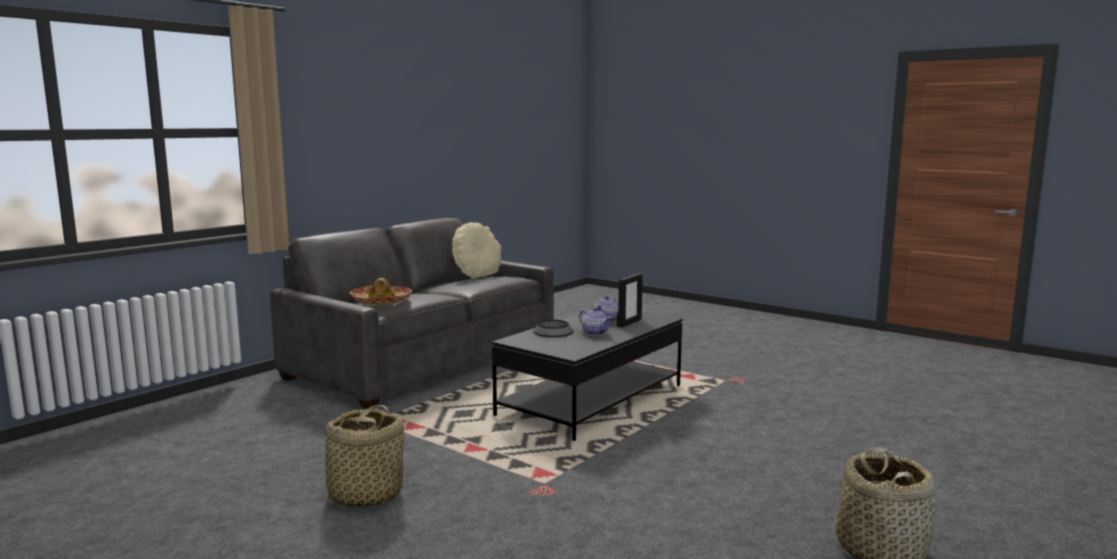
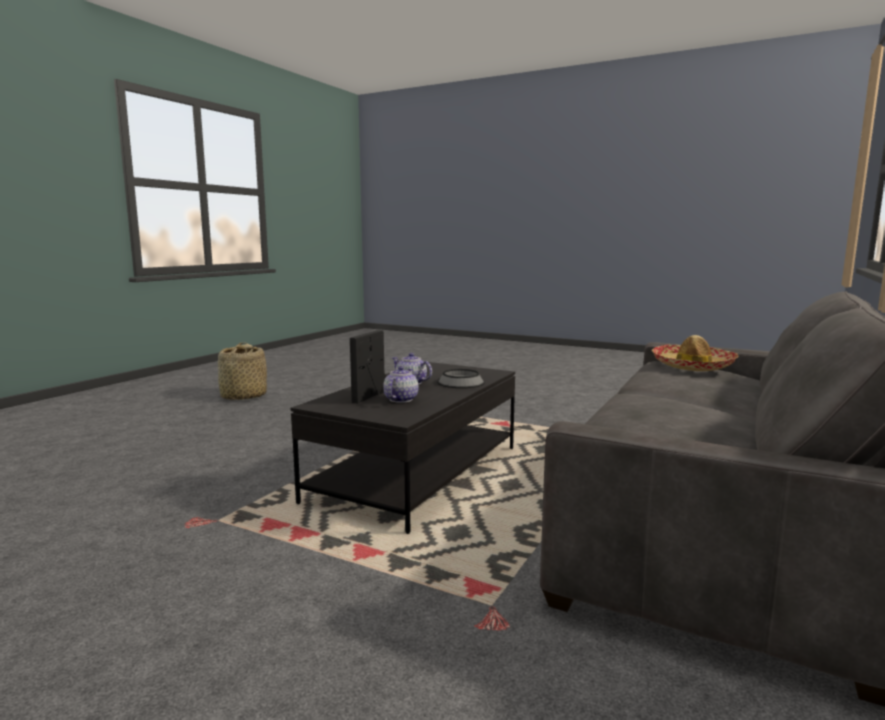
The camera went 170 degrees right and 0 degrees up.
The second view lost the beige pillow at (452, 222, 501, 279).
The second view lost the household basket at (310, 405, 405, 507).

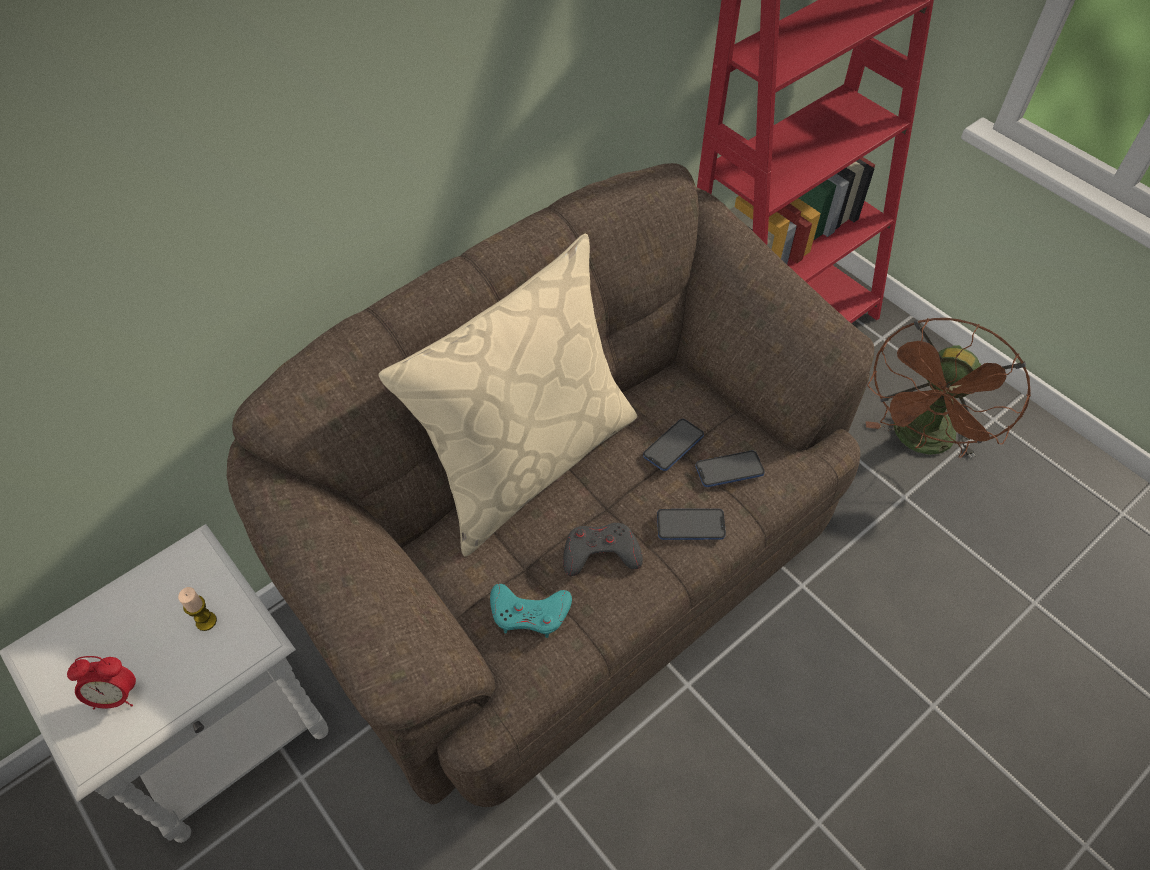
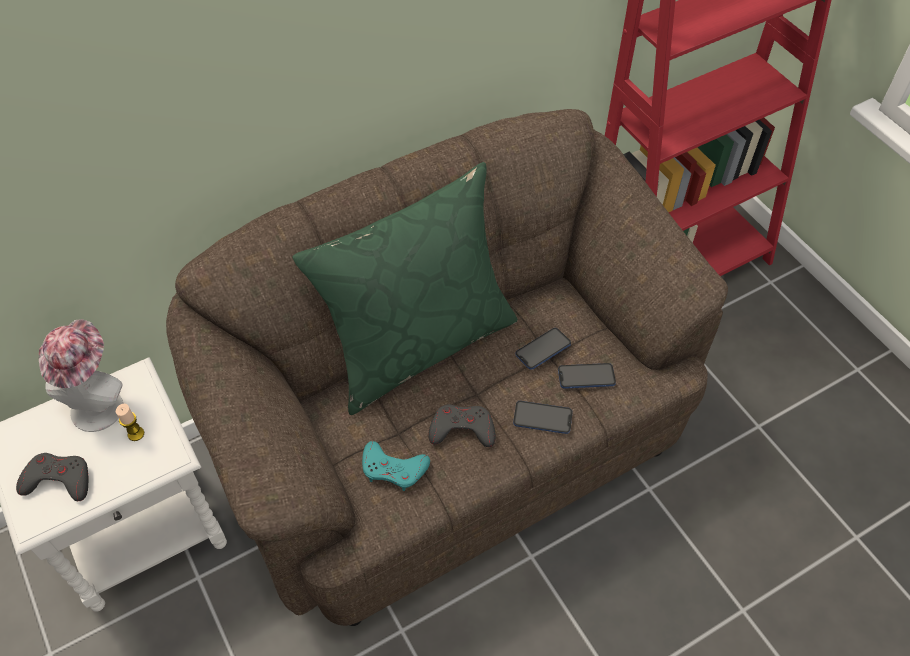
The camera went 10 degrees right and 0 degrees up.
What was the beige pillow at (378, 233, 637, 557) turned into the green pillow at (292, 162, 518, 415).
The second view lost the brown electric fan at (866, 318, 1031, 458).
Where the bedside clock stood at (67, 656, 136, 710), the greyish gamepad came to stand at (16, 453, 88, 501).
The second view gained the hat at (39, 319, 123, 432).

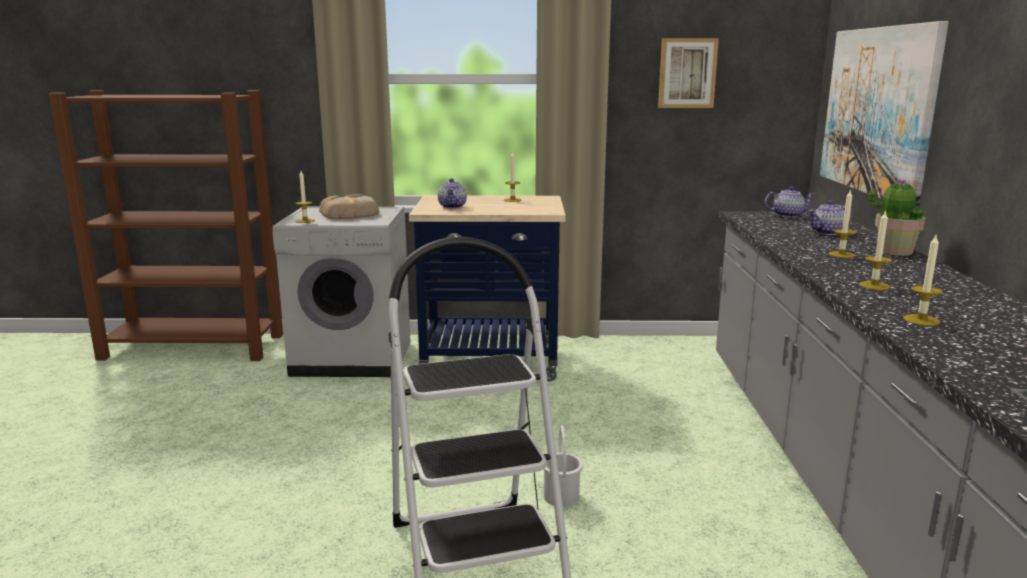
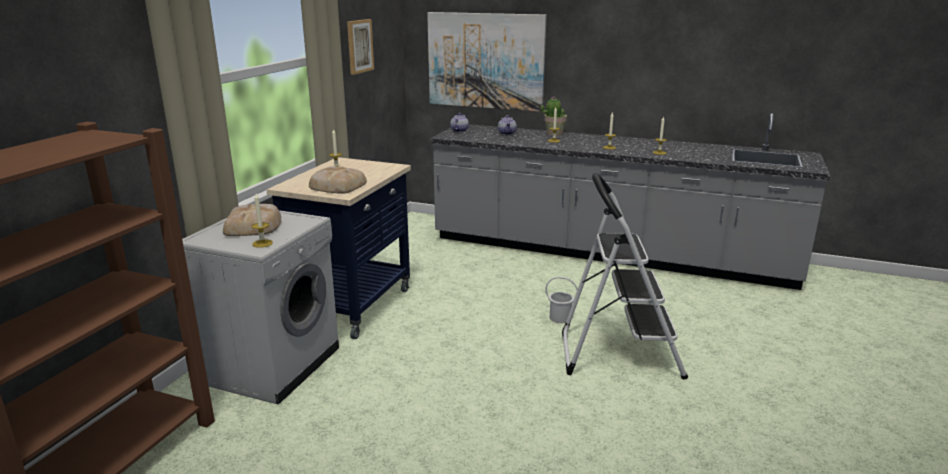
The camera went 70 degrees left and 5 degrees up.
Where the tea pot stood at (438, 178, 467, 208), the baked bread came to stand at (309, 166, 367, 194).

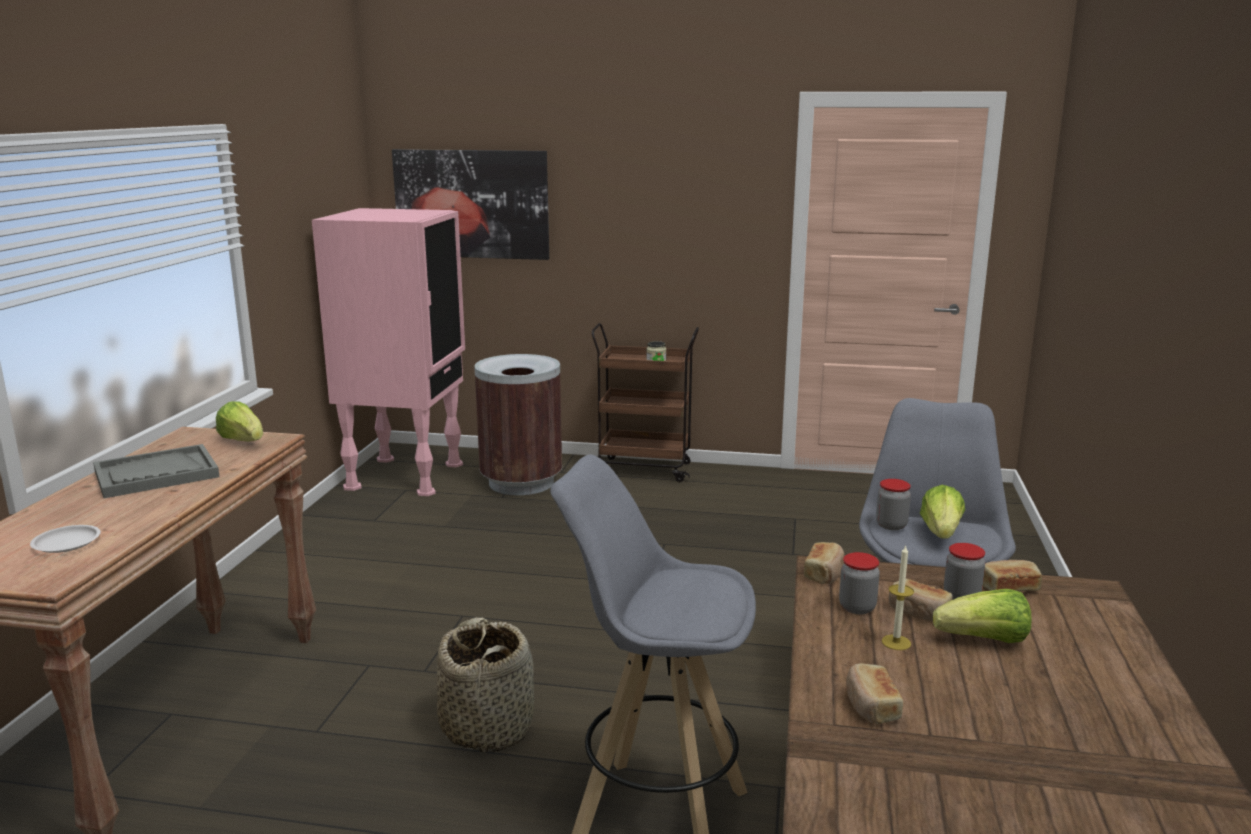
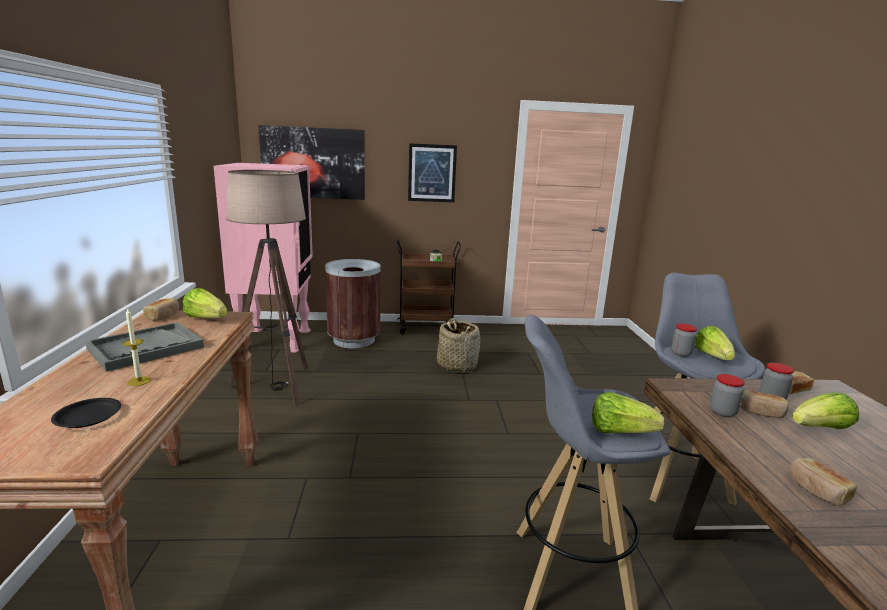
The camera went 15 degrees left and 0 degrees up.
What was the white flat dish at (30, 525, 101, 553) turned into the black flat dish at (51, 398, 121, 428).
The baked bread ended up elsewhere, having gone from (804, 542, 844, 584) to (143, 298, 179, 321).
The wax candle ended up elsewhere, having gone from (881, 544, 914, 650) to (123, 307, 151, 386).
The household basket ended up elsewhere, having gone from (437, 618, 534, 753) to (437, 318, 480, 373).
The second view gained the wall picture at (408, 143, 457, 202).
The second view gained the standard lamp at (226, 170, 308, 406).
The second view gained the lettuce head at (592, 392, 664, 433).

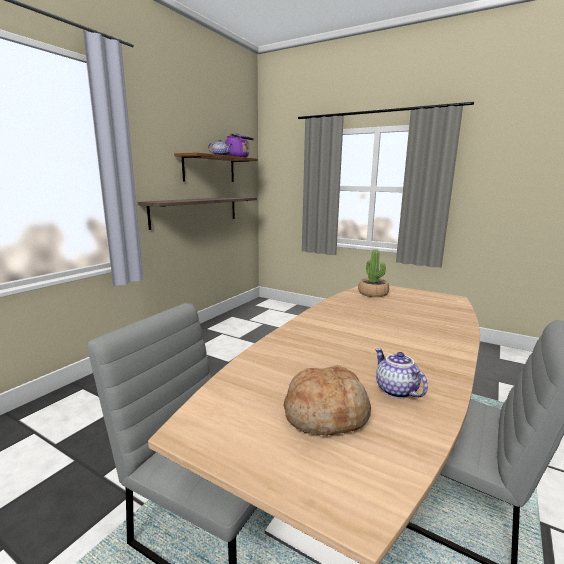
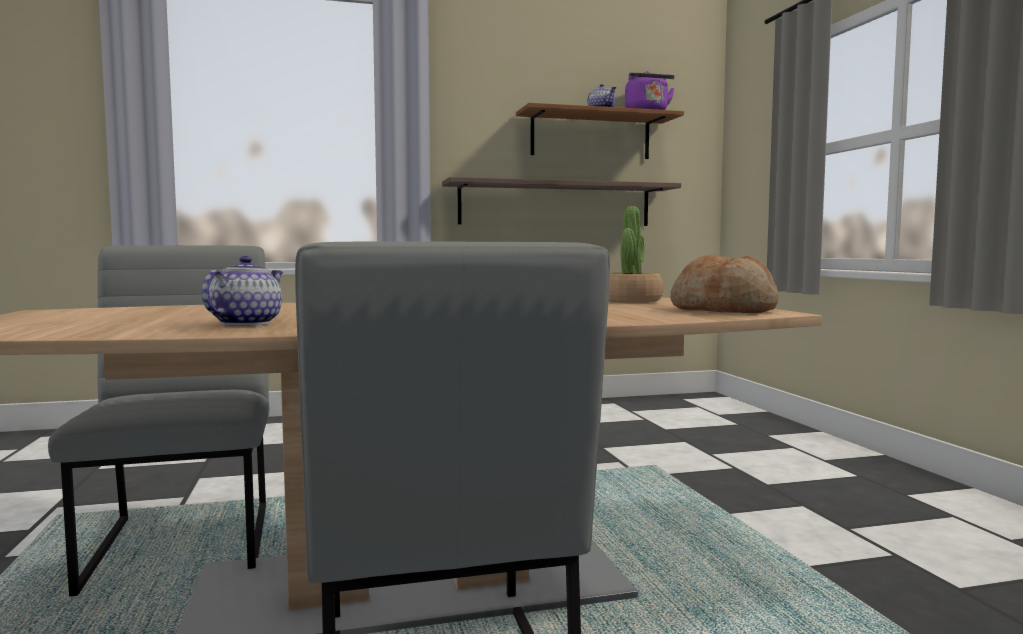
The camera went 45 degrees right and 10 degrees down.
The baked bread ended up elsewhere, having gone from (283, 365, 371, 436) to (671, 255, 779, 313).

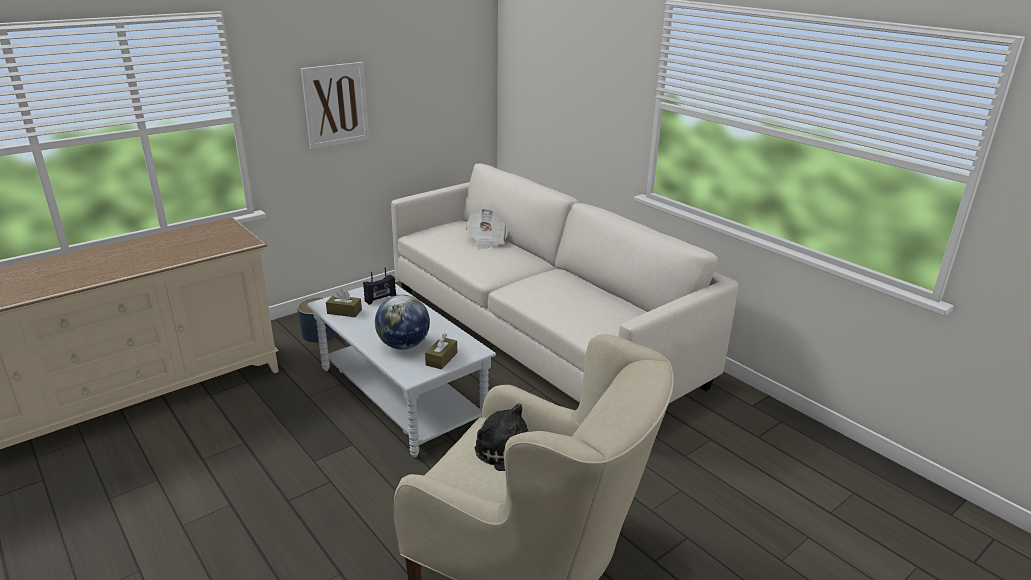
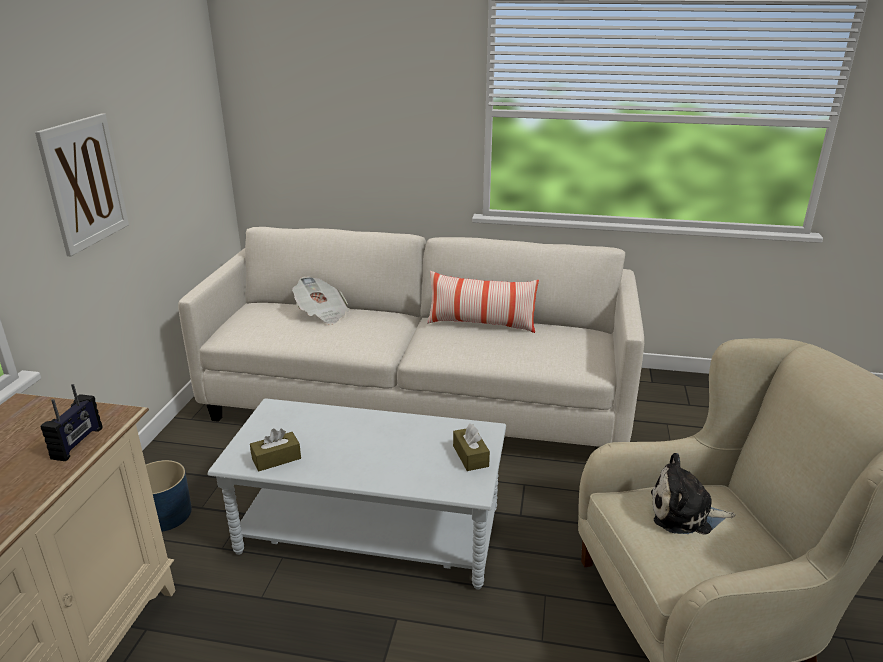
The camera went 40 degrees left and 0 degrees up.
The radio receiver ended up elsewhere, having gone from (363, 268, 396, 305) to (40, 384, 103, 461).
The second view lost the world globe at (375, 295, 430, 350).
The second view gained the pillow at (427, 271, 539, 333).

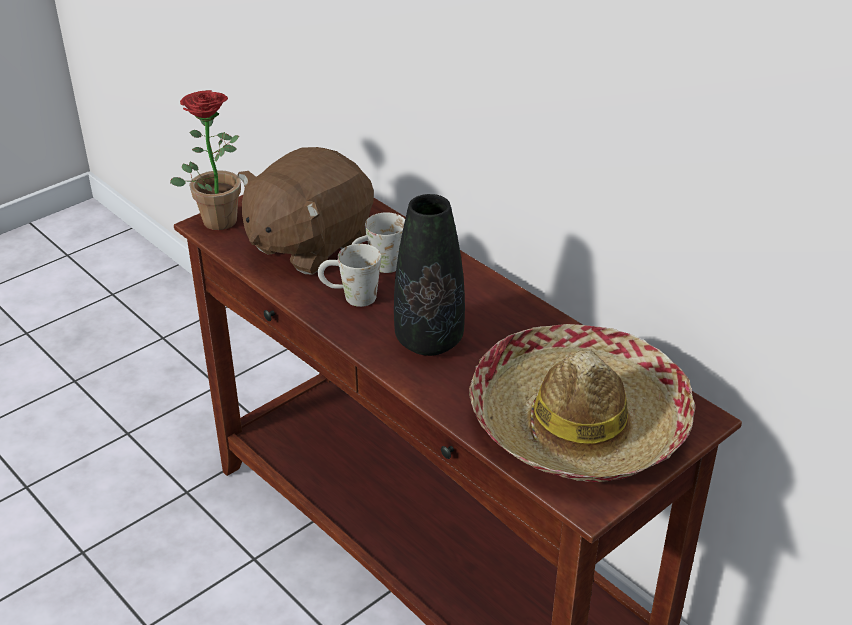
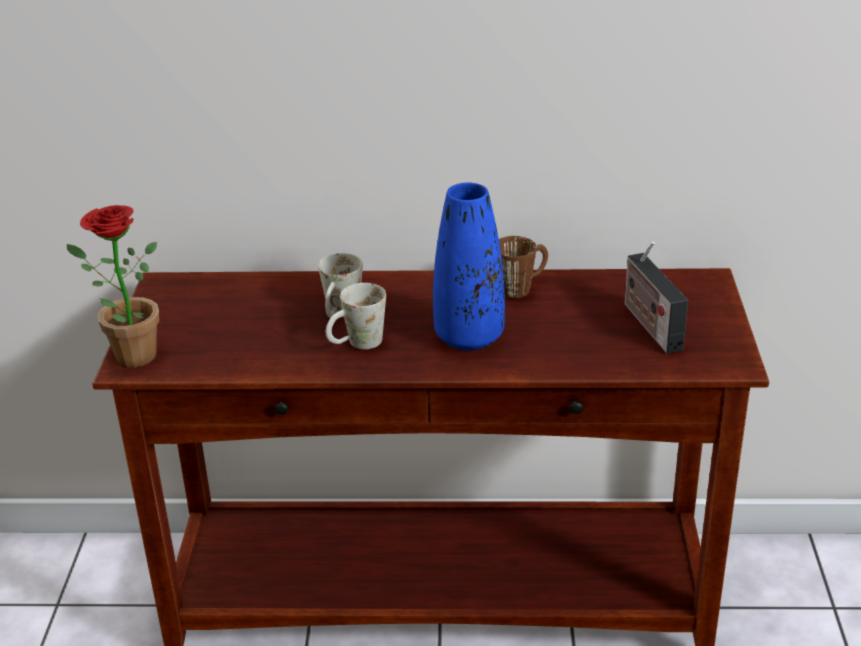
The camera went 45 degrees left and 5 degrees down.
The second view lost the brown plush toy at (238, 147, 374, 274).
What was the black flower vase at (394, 194, 465, 356) turned into the blue flower vase at (433, 183, 505, 351).
Where the hat stood at (469, 324, 695, 482), the radio receiver came to stand at (625, 242, 688, 354).
The second view gained the brown mug at (499, 236, 548, 299).

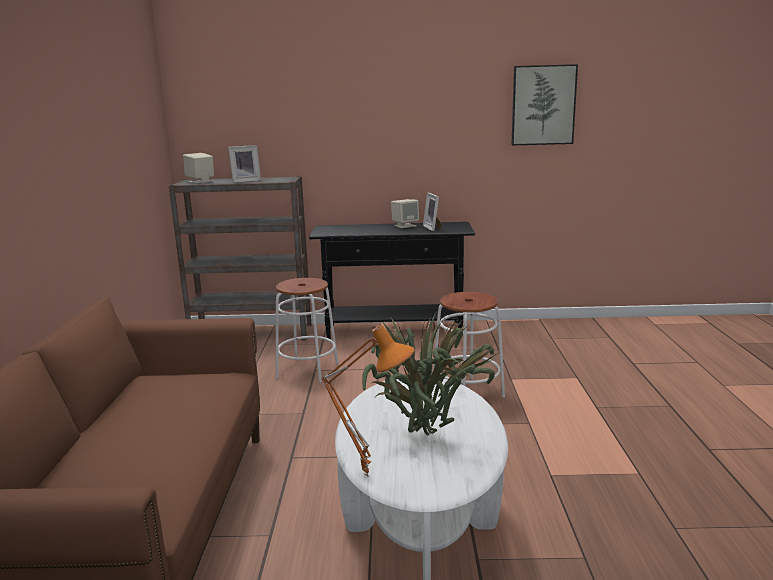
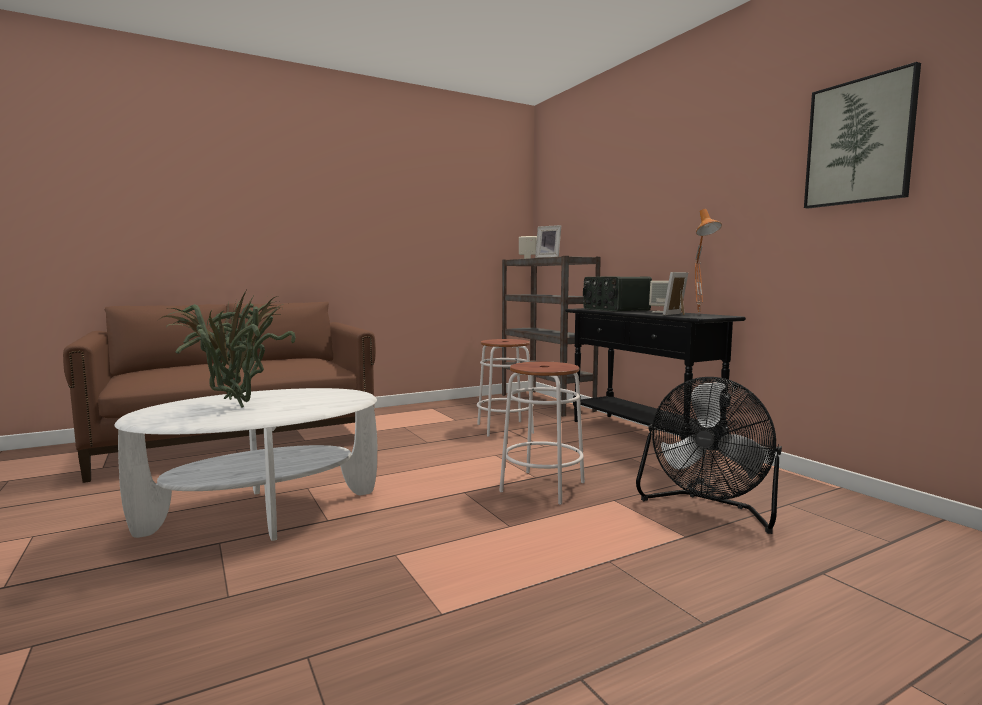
The camera went 60 degrees right and 10 degrees down.
The orangey tabletop lamp ended up elsewhere, having gone from (321, 325, 414, 476) to (695, 209, 722, 315).
The second view gained the radio receiver at (583, 276, 652, 312).
The second view gained the black electric fan at (636, 377, 782, 534).

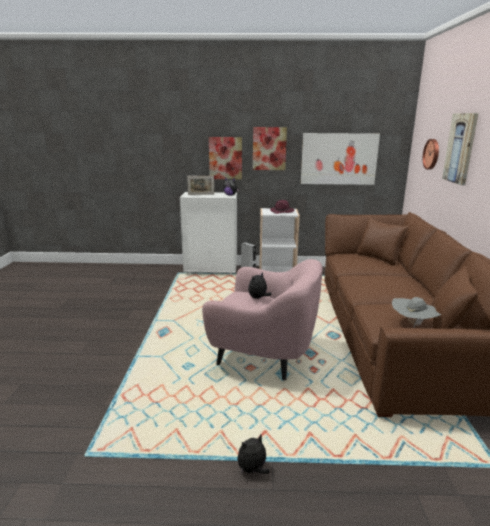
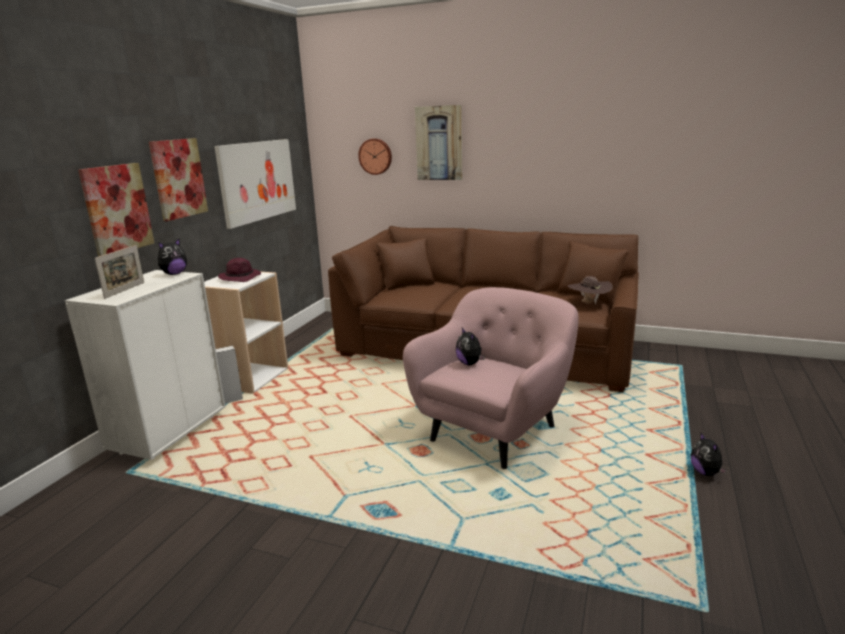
The camera went 70 degrees left and 0 degrees up.
What was the greyish hat at (392, 297, 441, 328) turned into the brown hat at (568, 276, 613, 305).

